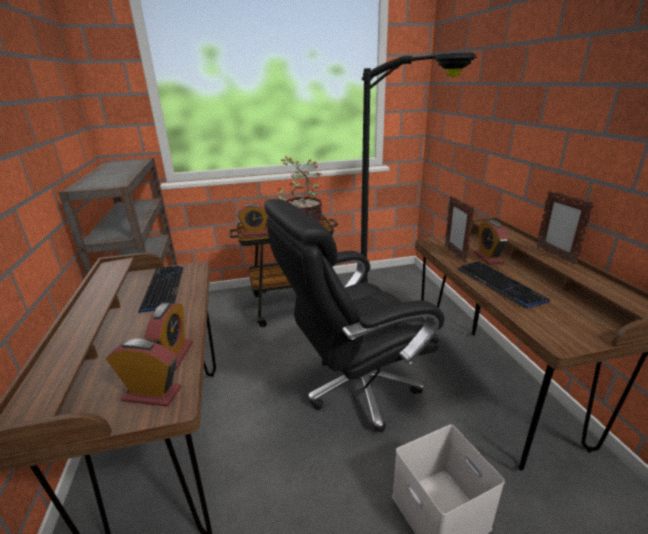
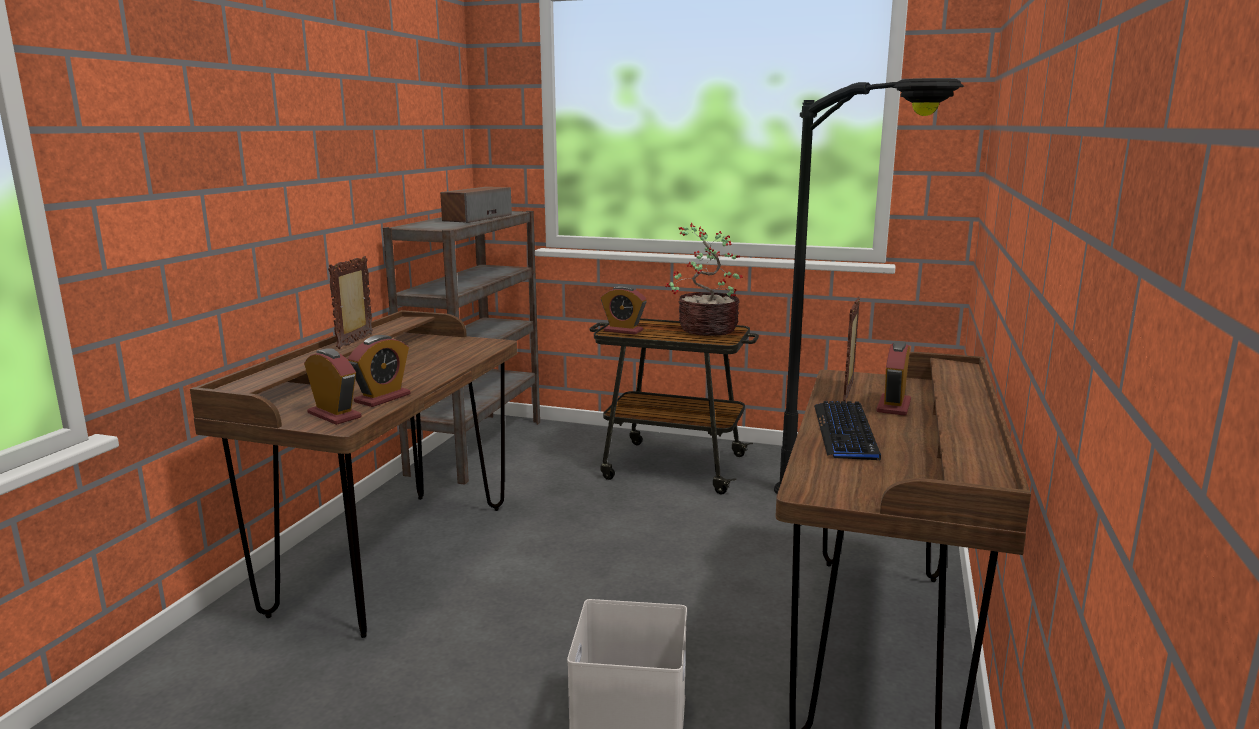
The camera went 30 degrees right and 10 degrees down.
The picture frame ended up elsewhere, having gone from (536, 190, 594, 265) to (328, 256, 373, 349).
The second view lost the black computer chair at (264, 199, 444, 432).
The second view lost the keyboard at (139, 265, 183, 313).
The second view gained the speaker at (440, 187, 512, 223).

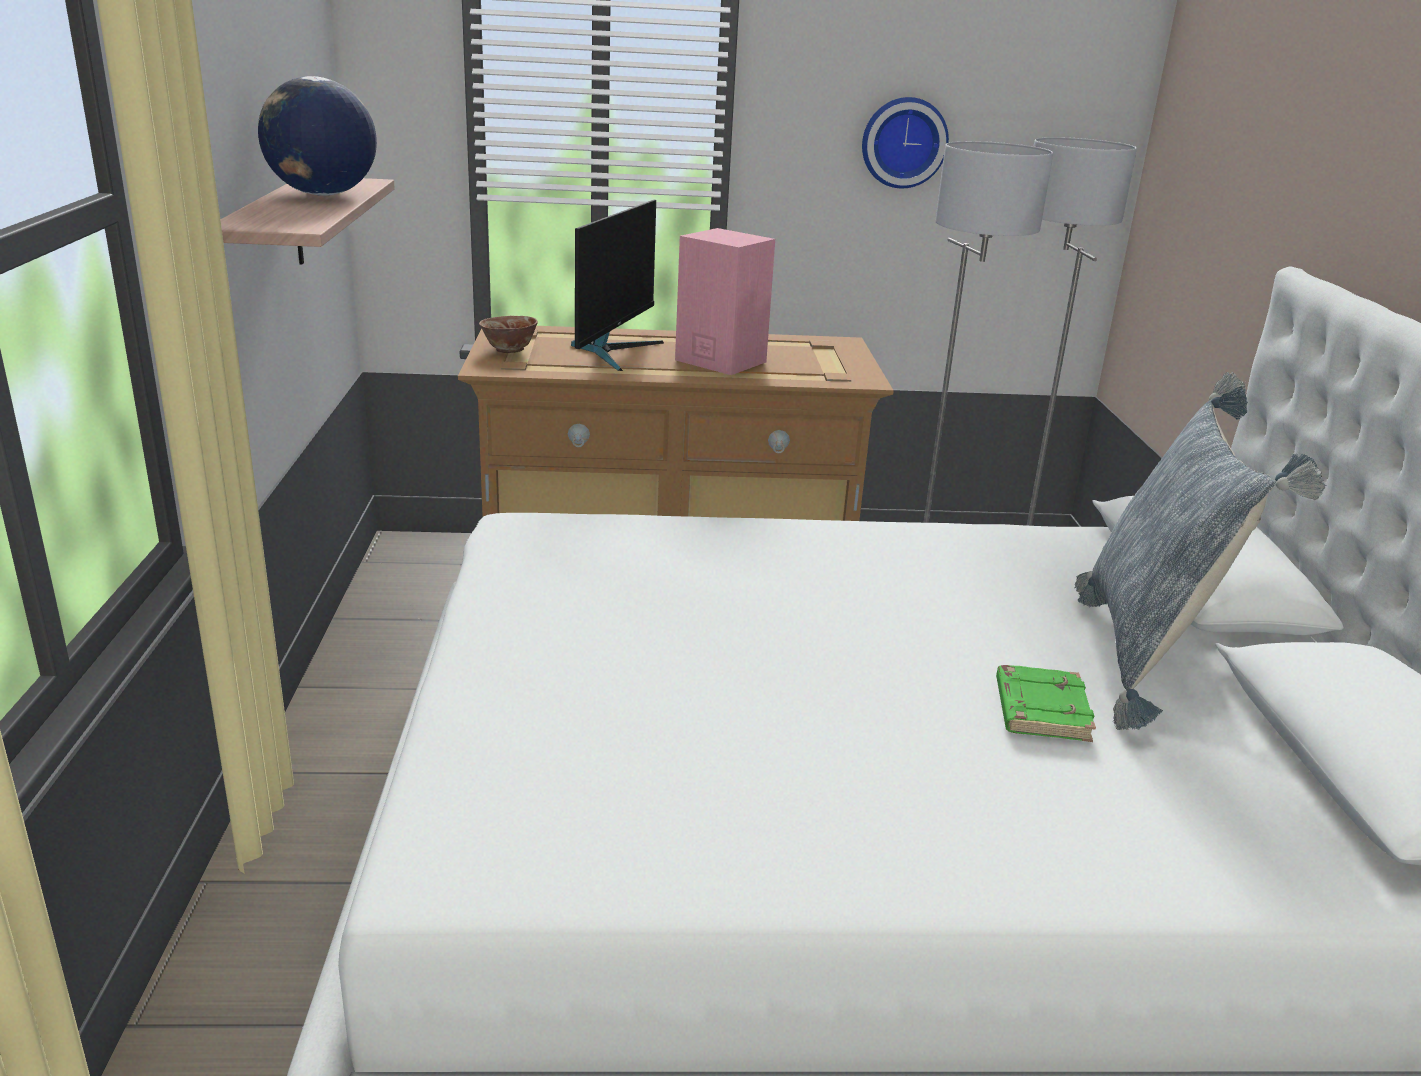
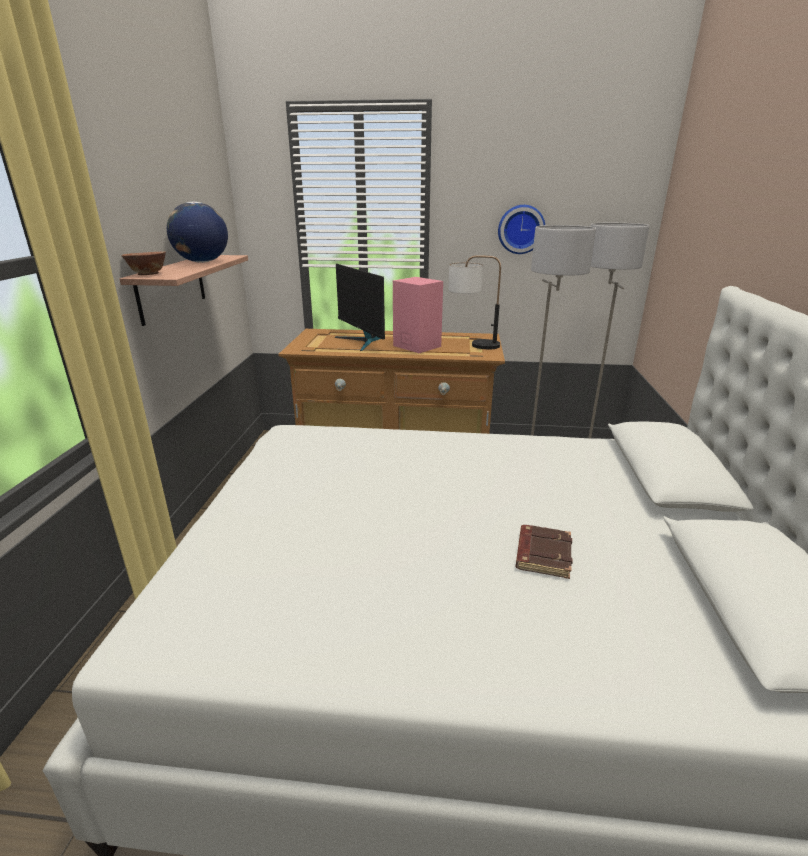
The camera went 10 degrees right and 0 degrees up.
The computer screen at (571, 200, 664, 371) ended up facing another way, 120 degrees clockwise from before.
The serving bowl ended up elsewhere, having gone from (479, 316, 538, 353) to (121, 251, 166, 275).
The second view lost the pillow at (1075, 372, 1326, 730).
What was the green bound book at (996, 665, 1096, 742) turned into the brown bound book at (516, 525, 573, 579).
The second view gained the tabletop lamp at (448, 255, 501, 349).

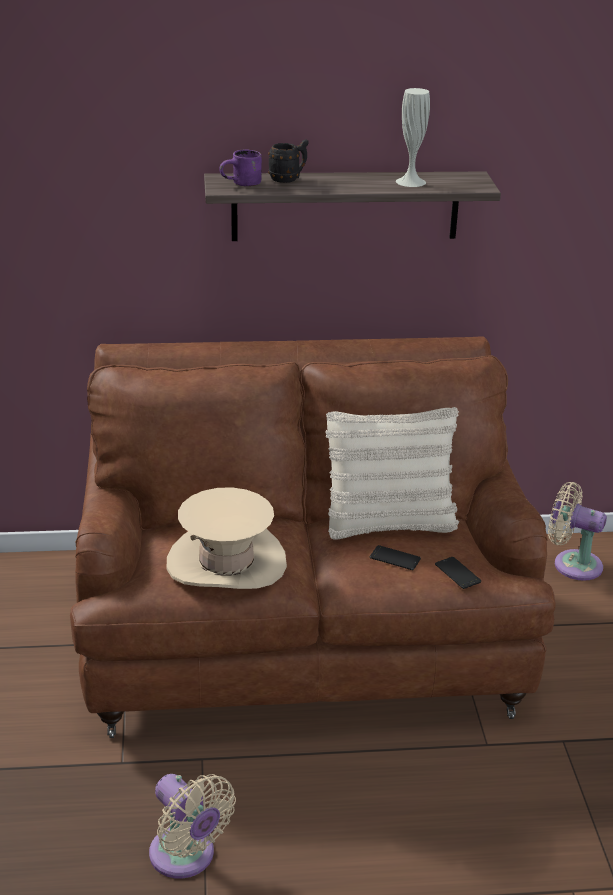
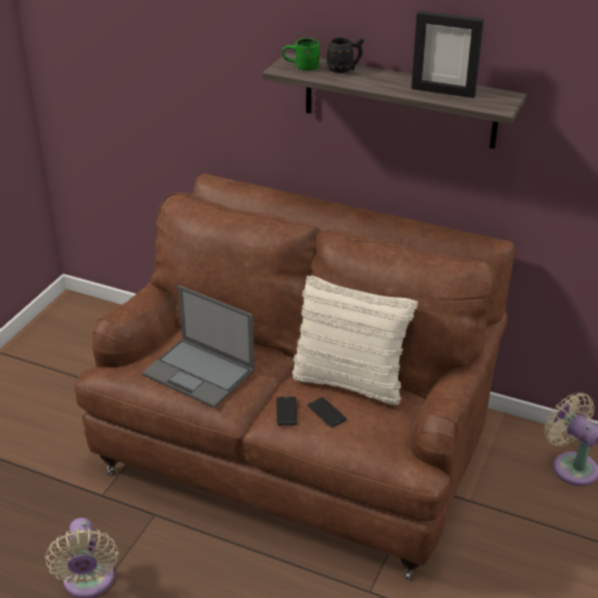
The camera went 30 degrees right and 5 degrees up.
Where the white flower vase stood at (396, 88, 430, 187), the picture frame came to stand at (411, 11, 484, 98).
What was the purple-coloured mug at (219, 150, 262, 186) turned into the green mug at (282, 38, 320, 71).
Where the beige hat stood at (167, 487, 287, 589), the notebook computer came to stand at (142, 285, 255, 408).
The phone ended up elsewhere, having gone from (435, 557, 481, 589) to (276, 397, 297, 425).

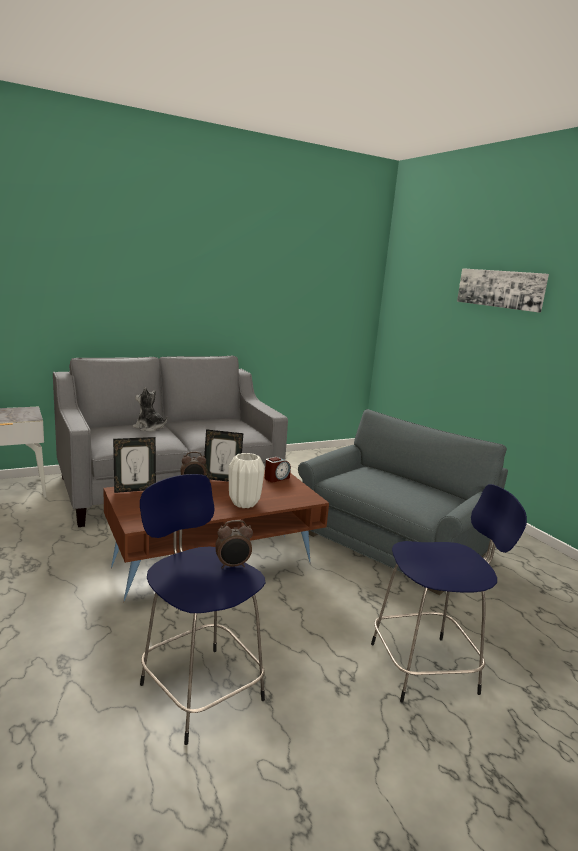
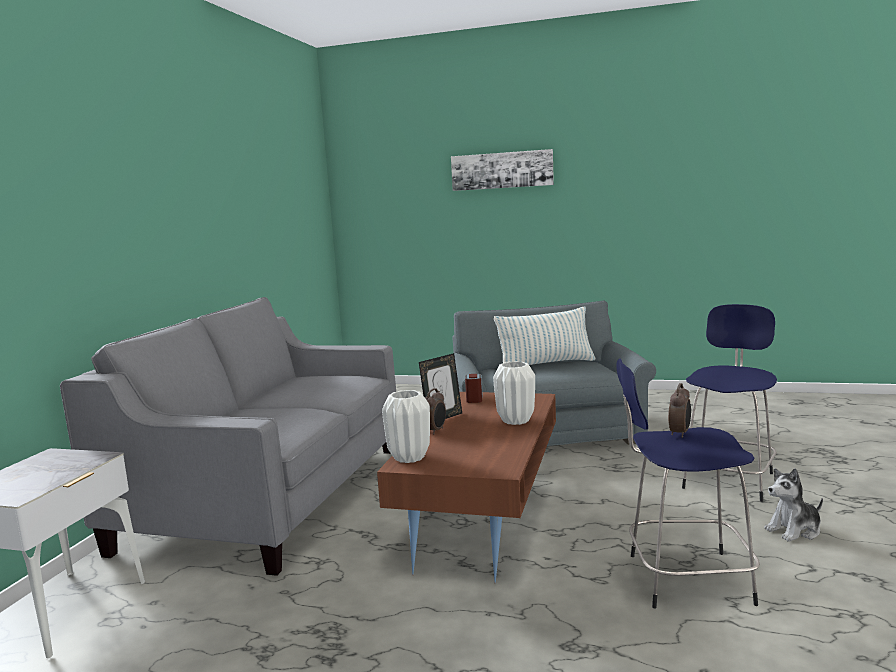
The camera went 45 degrees left and 5 degrees down.
The plush toy ended up elsewhere, having gone from (132, 387, 167, 432) to (764, 468, 823, 542).
Where the picture frame stood at (113, 437, 156, 493), the white flower vase came to stand at (382, 390, 430, 463).
The second view gained the pillow at (494, 307, 596, 365).

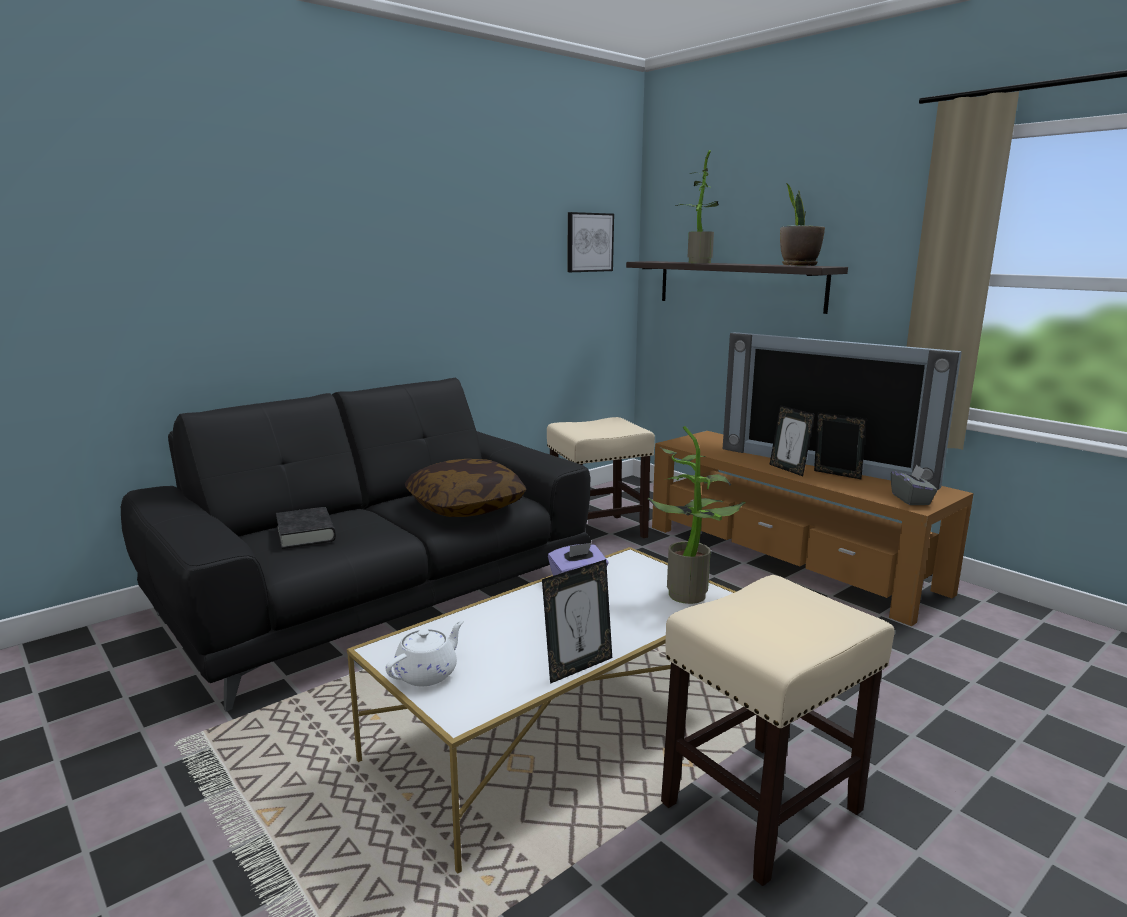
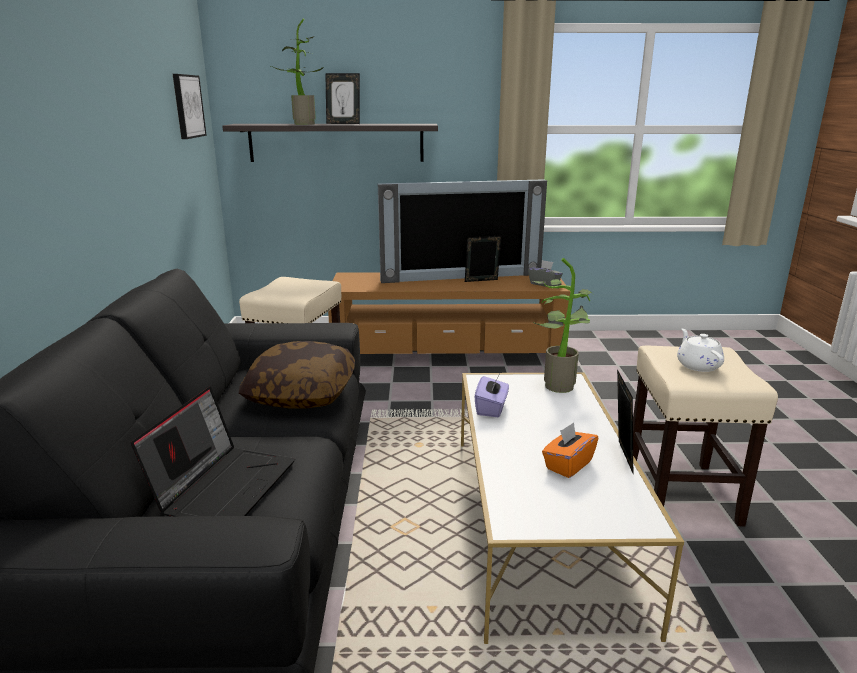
The camera went 50 degrees left and 5 degrees up.
The second view lost the plant in a pot at (780, 183, 825, 266).
The picture frame ended up elsewhere, having gone from (769, 405, 815, 476) to (325, 73, 360, 124).
Where the black bound book stood at (276, 507, 336, 549), the notebook computer came to stand at (131, 386, 295, 516).
The white tea pot ended up elsewhere, having gone from (386, 620, 464, 686) to (677, 329, 724, 372).
The second view gained the orangey tissue box at (542, 422, 599, 478).

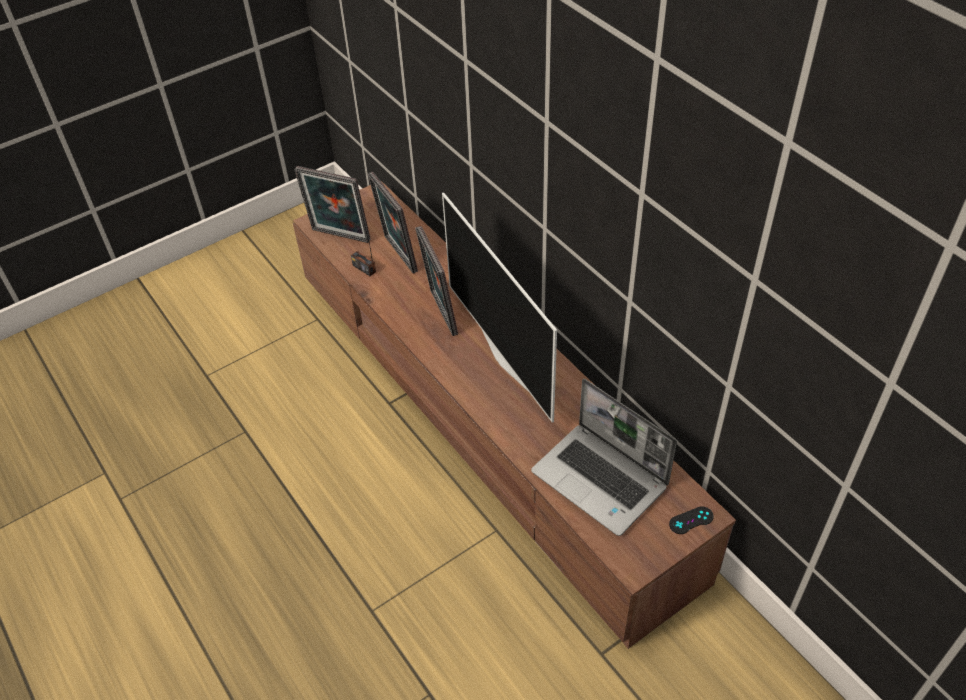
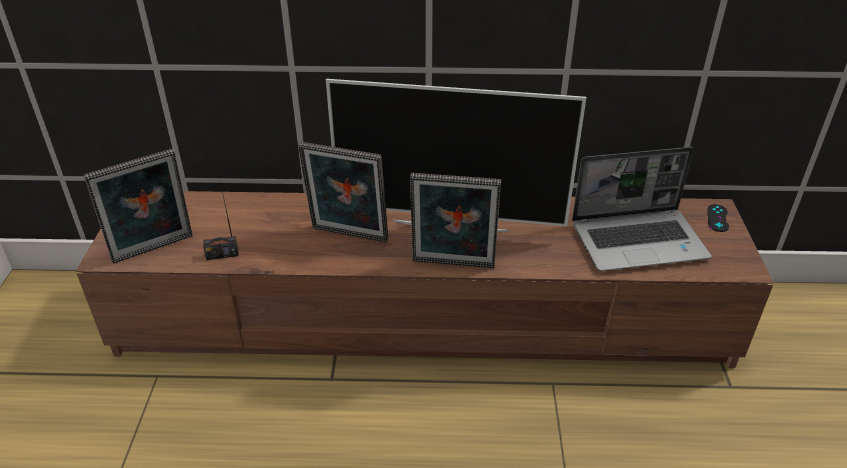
The camera went 55 degrees left and 10 degrees down.
The picture frame ended up elsewhere, having gone from (368, 172, 418, 274) to (410, 173, 501, 268).

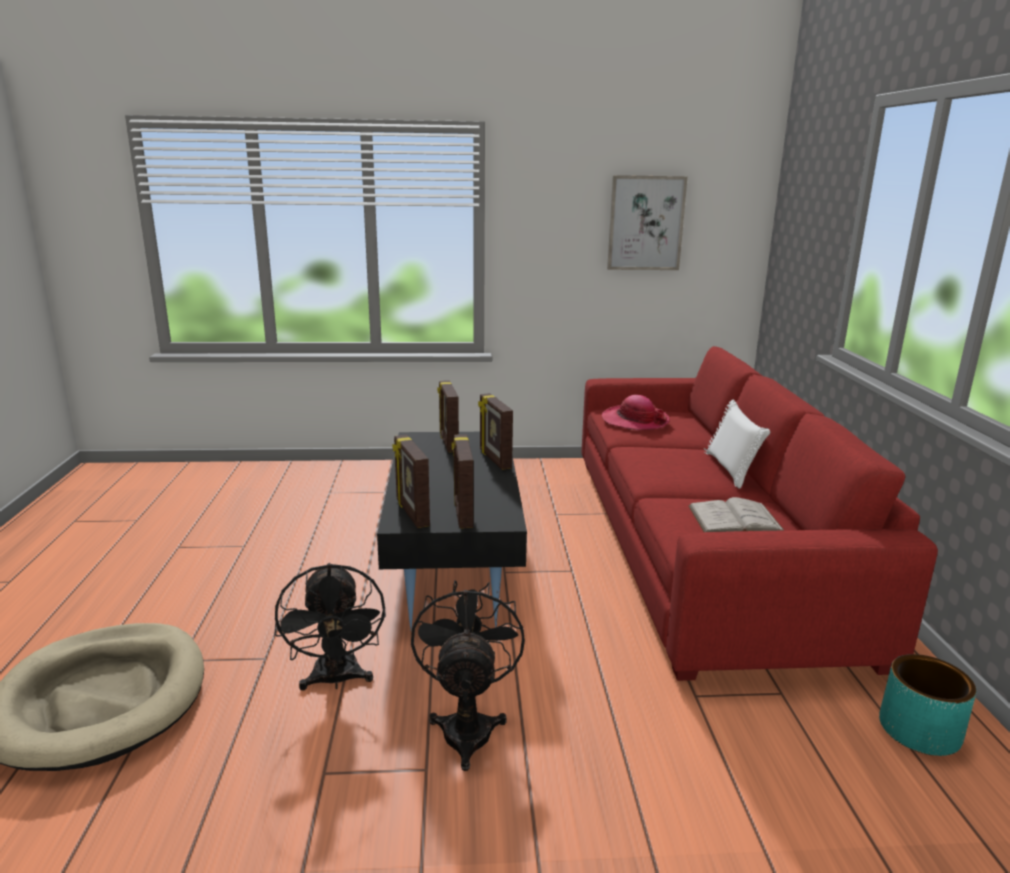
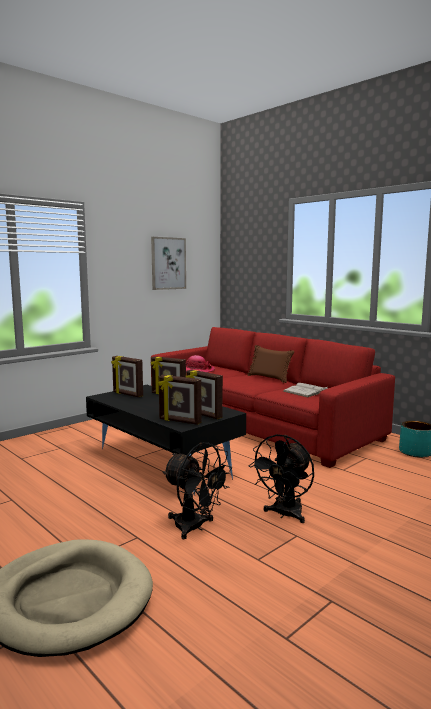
The camera went 40 degrees left and 10 degrees down.
What was the white pillow at (704, 400, 770, 489) turned into the brown pillow at (248, 345, 294, 383).
The black electric fan at (411, 580, 525, 771) ended up facing another way, 105 degrees counterclockwise from before.

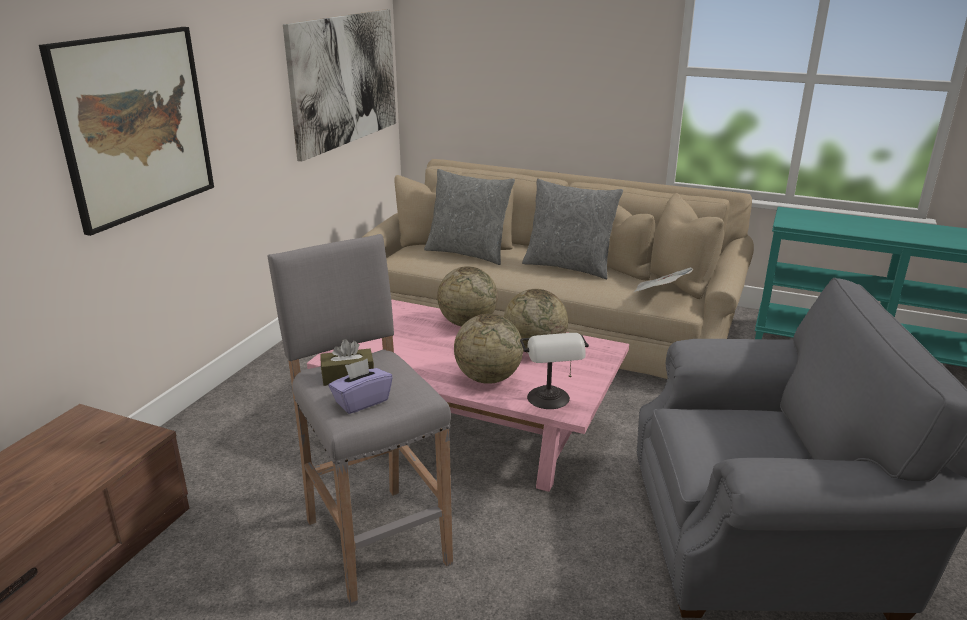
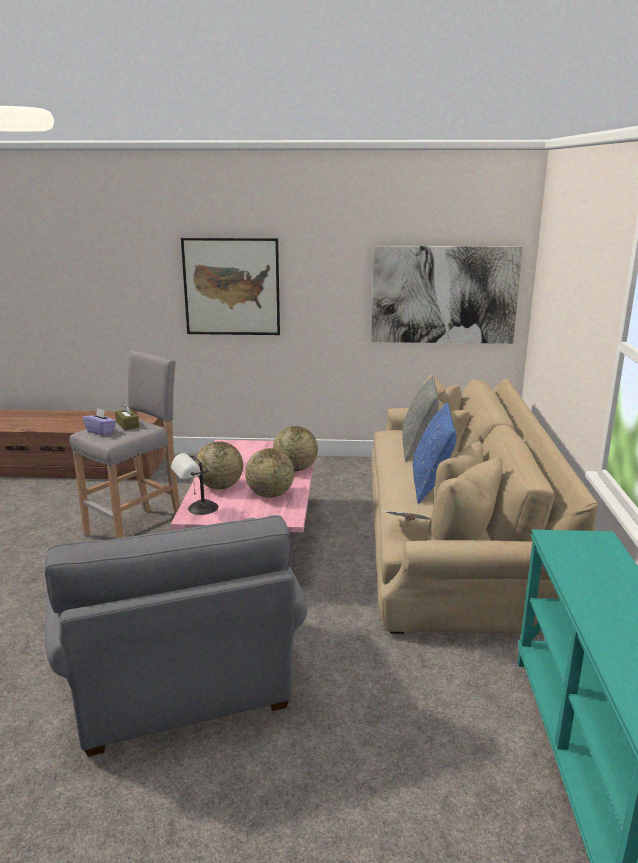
The camera went 70 degrees right and 5 degrees down.
What was the greyish pillow at (522, 179, 623, 279) turned into the blue pillow at (413, 403, 456, 504).

